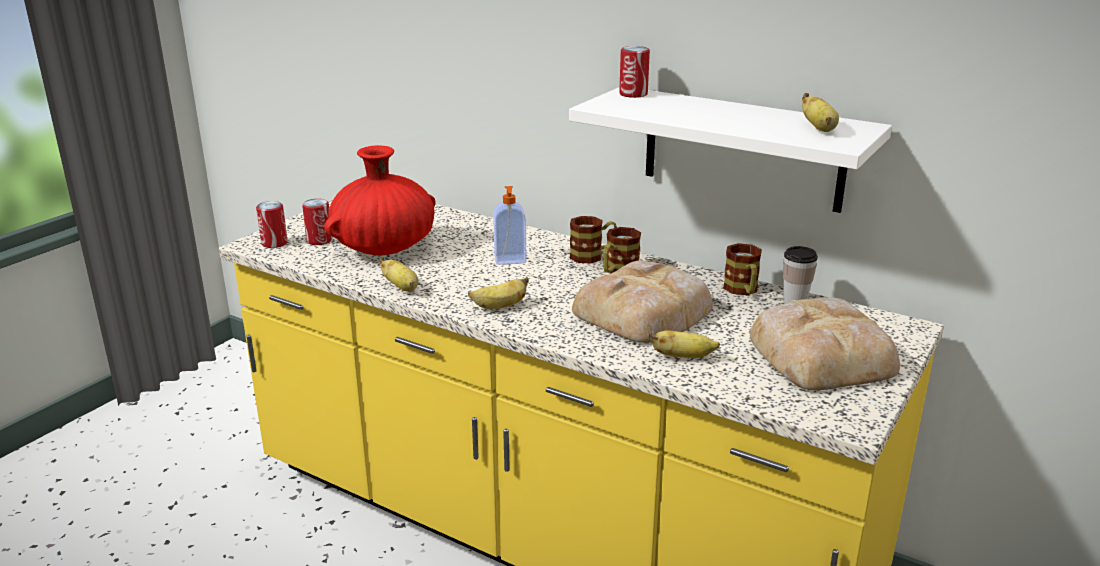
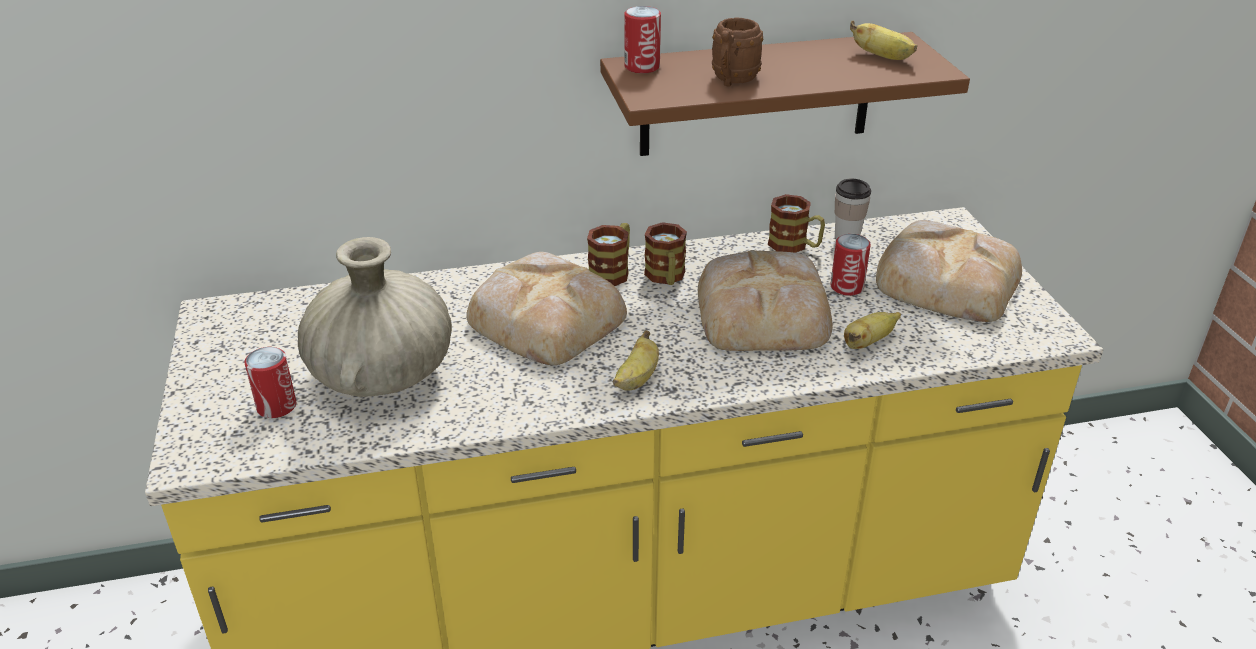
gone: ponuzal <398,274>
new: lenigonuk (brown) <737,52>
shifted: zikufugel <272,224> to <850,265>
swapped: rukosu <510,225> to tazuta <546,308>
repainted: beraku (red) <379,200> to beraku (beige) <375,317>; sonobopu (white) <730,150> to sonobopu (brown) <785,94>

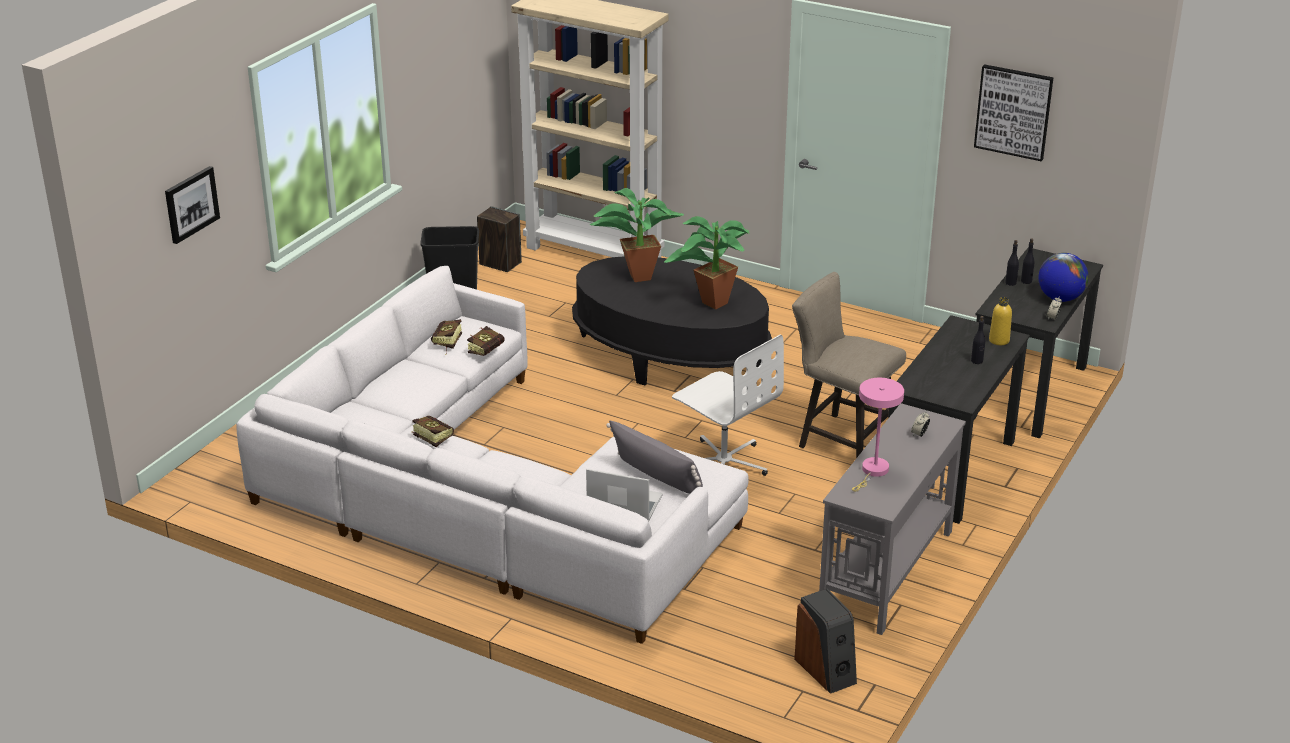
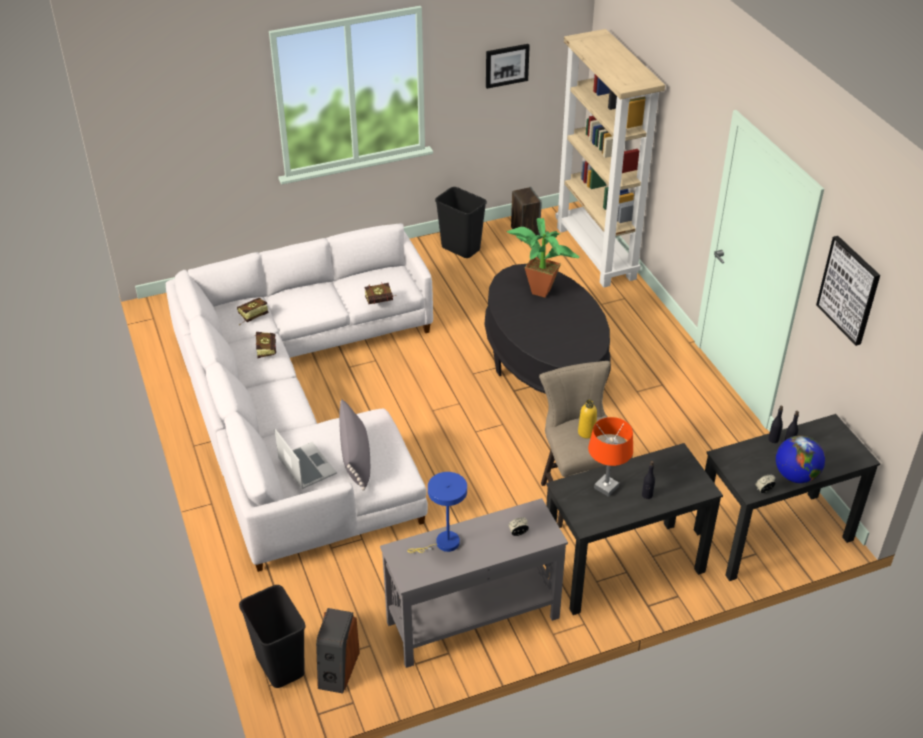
gone: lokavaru <707,263>; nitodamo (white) <728,405>
new: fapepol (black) <272,636>; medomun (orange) <610,457>
shifted: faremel <192,205> to <508,66>; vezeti <446,337> to <253,311>; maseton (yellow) <1000,321> to <587,419>
repainted: medomun (pink) <878,434> to medomun (blue) <437,512>

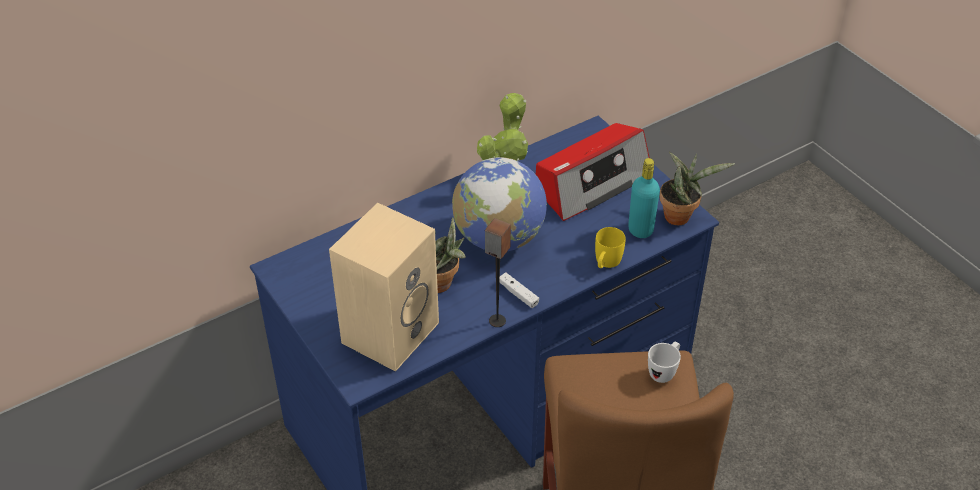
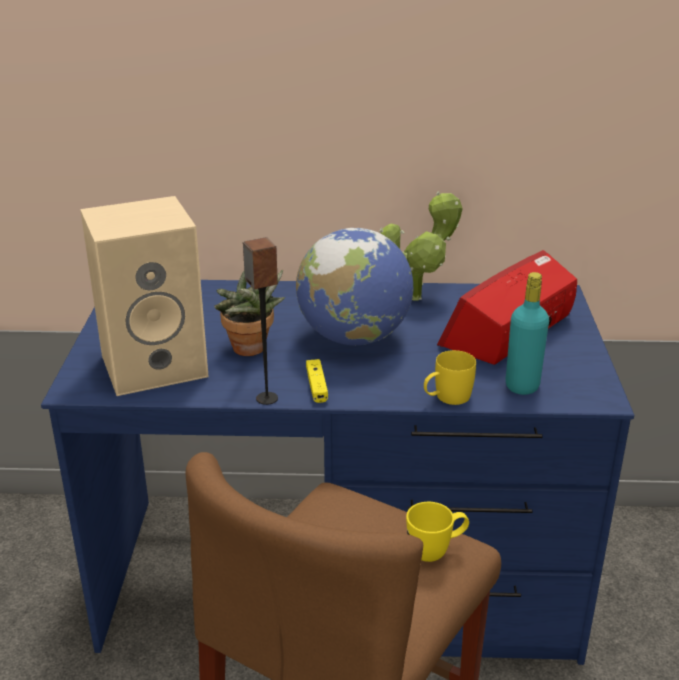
gone: lokavaru <697,188>
repainted: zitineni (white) <519,290> to zitineni (yellow) <317,381>; lenigonuk (white) <664,362> to lenigonuk (yellow) <437,532>
rotated: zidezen <593,172> = <507,307> 135 degrees clockwise

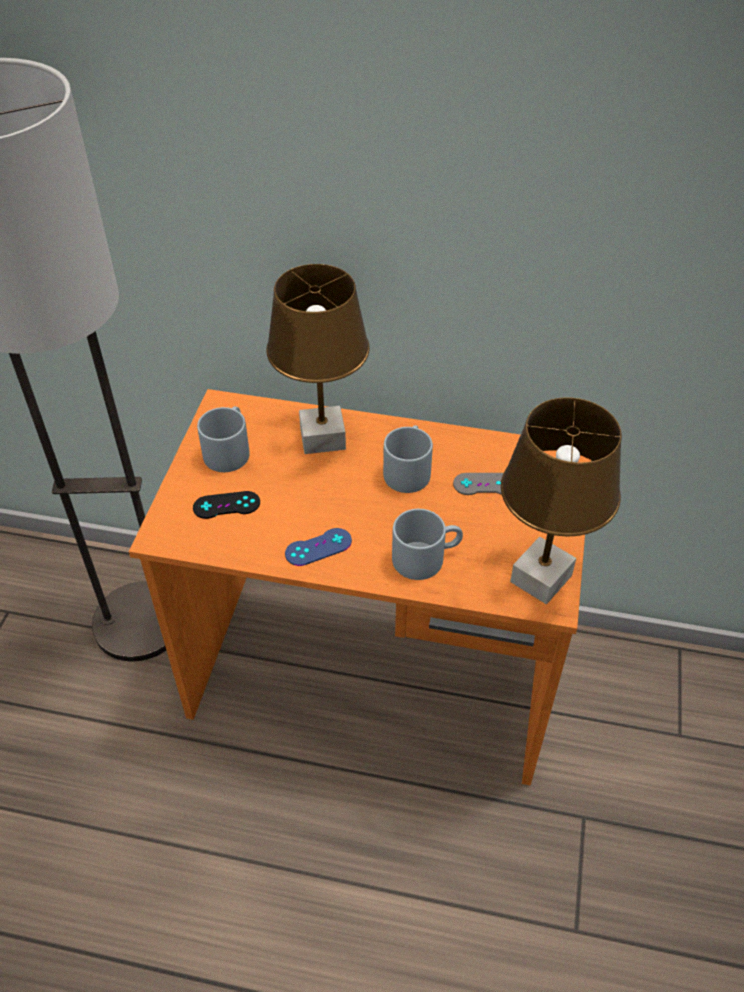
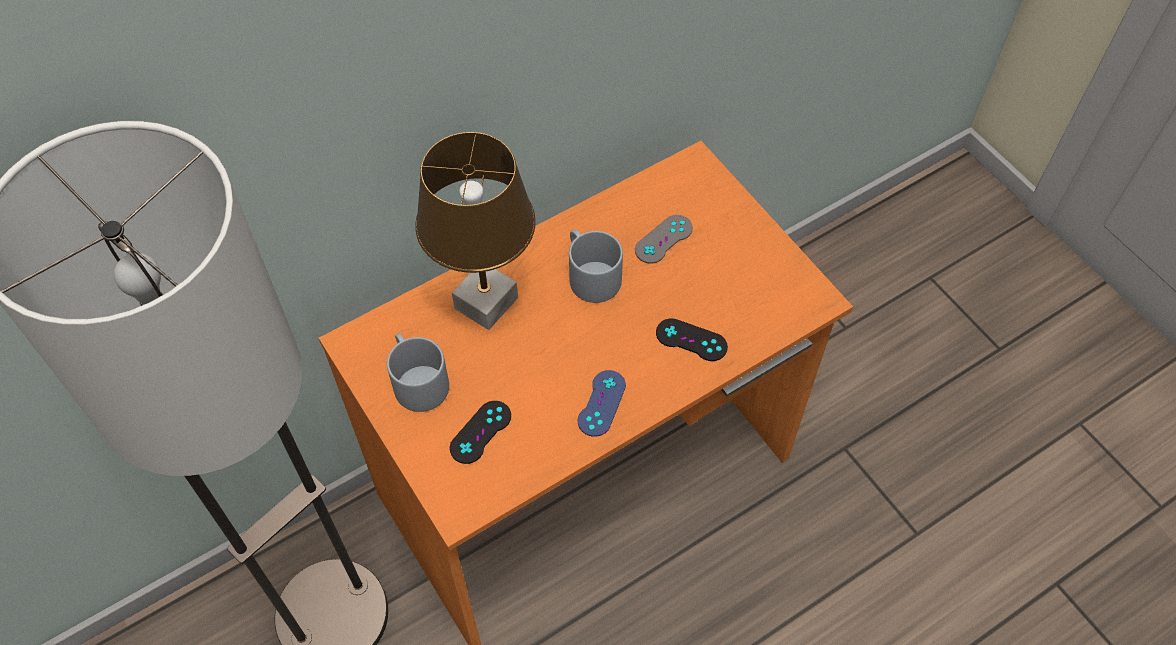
gone: medomun (brown) <561,500>
swapped: lenigonuk (grey) <427,544> to zitineni (black) <692,339>

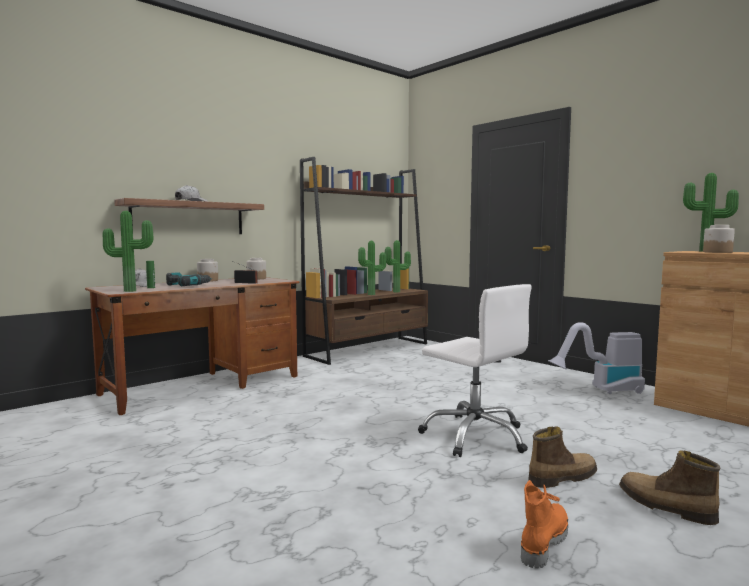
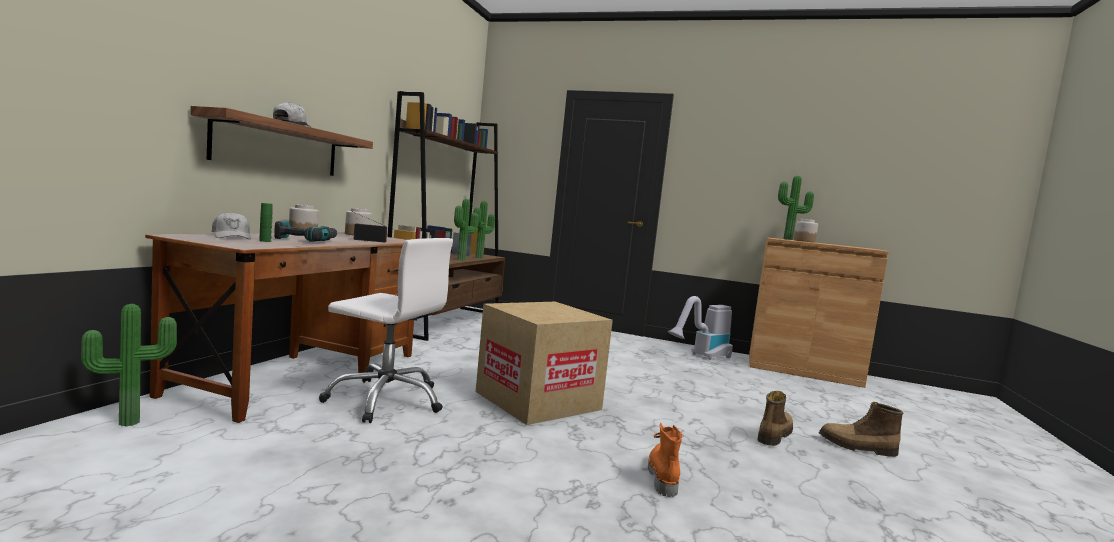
new: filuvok <544,363>
shifted: lokavaru <128,251> to <129,365>; nitodamo (white) <475,370> to <386,330>; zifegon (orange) <544,524> to <666,460>

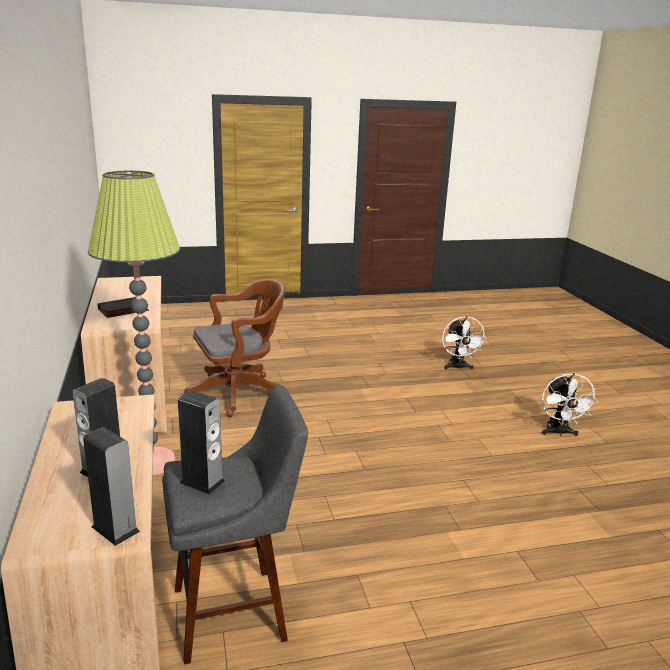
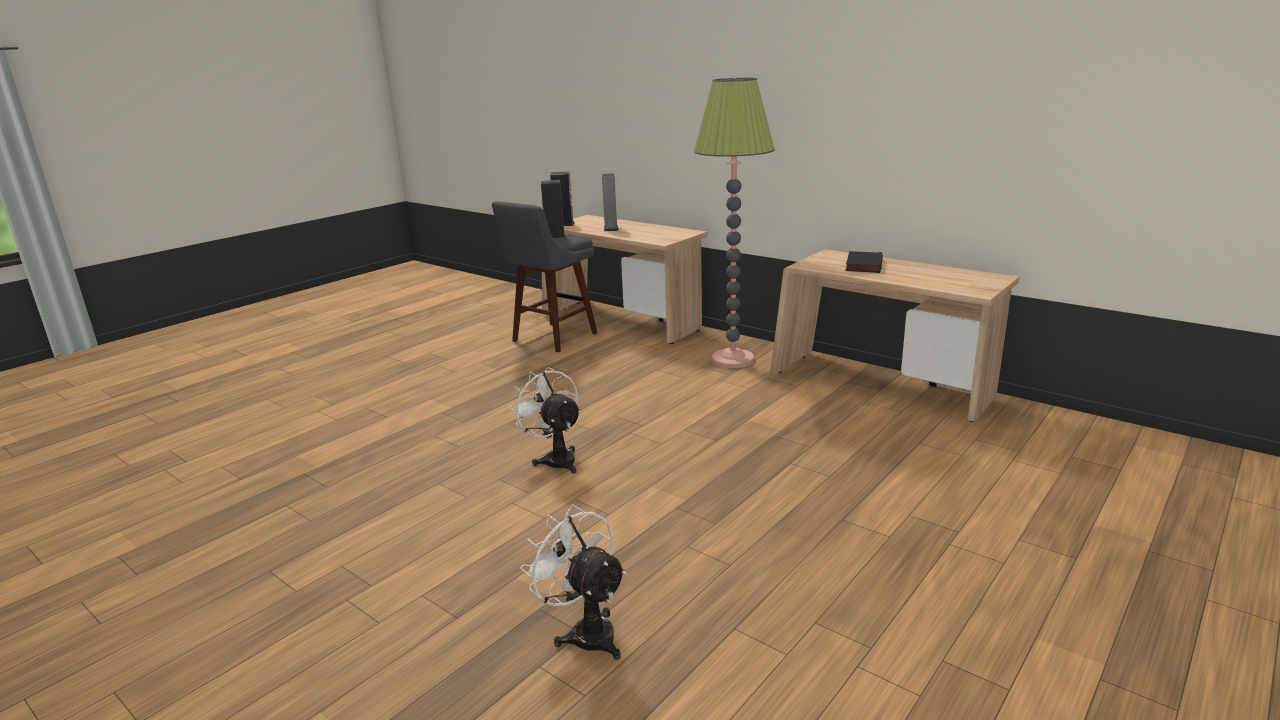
gone: nitodamo (brown) <234,348>
shifted: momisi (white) <570,405> to <545,420>

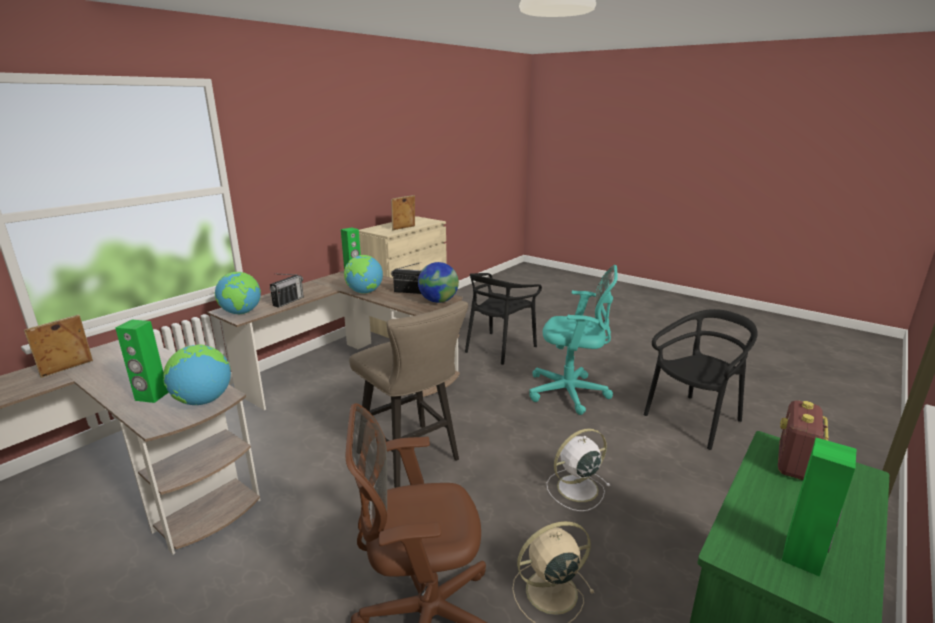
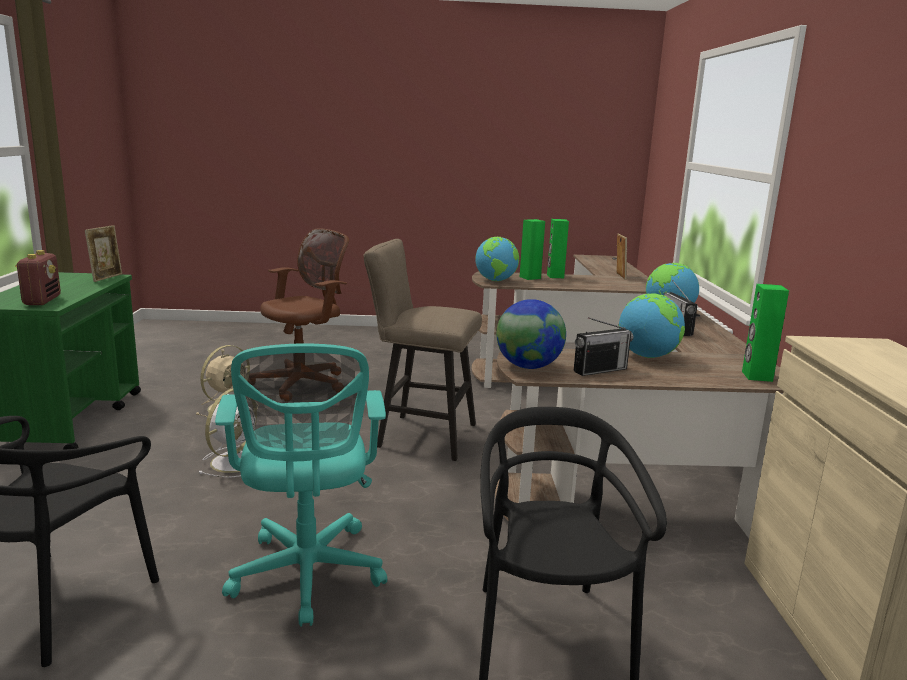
shifted: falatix <403,213> to <103,253>; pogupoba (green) <819,507> to <558,248>
rotated: nitodamo (turquoise) <573,340> = <301,485> 75 degrees counterclockwise

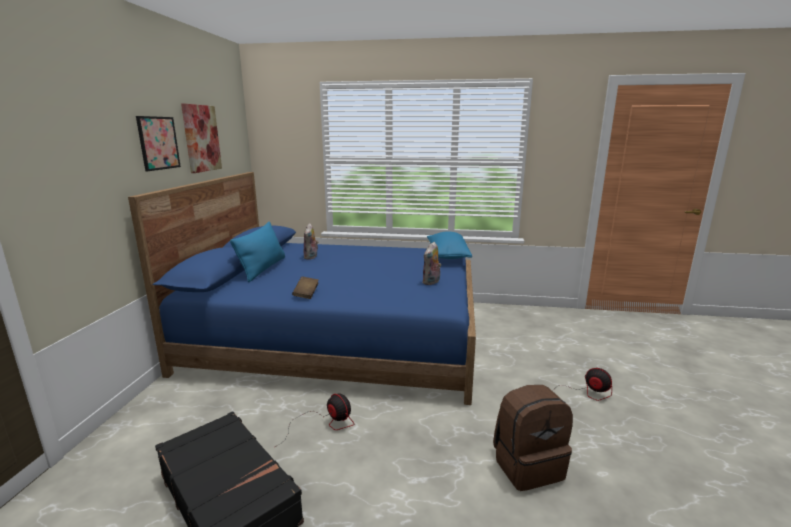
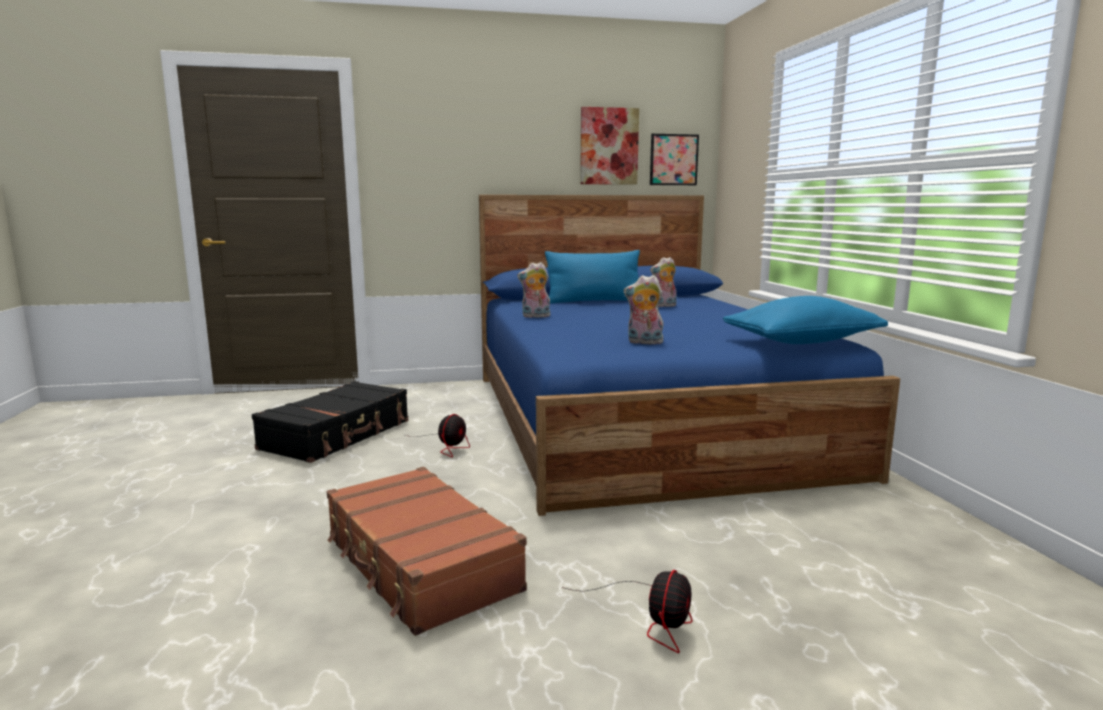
shifted: faremel <158,143> to <674,159>
swapped: vezeti (brown) <305,287> to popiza <533,290>; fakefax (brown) <533,438> to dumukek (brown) <427,551>

